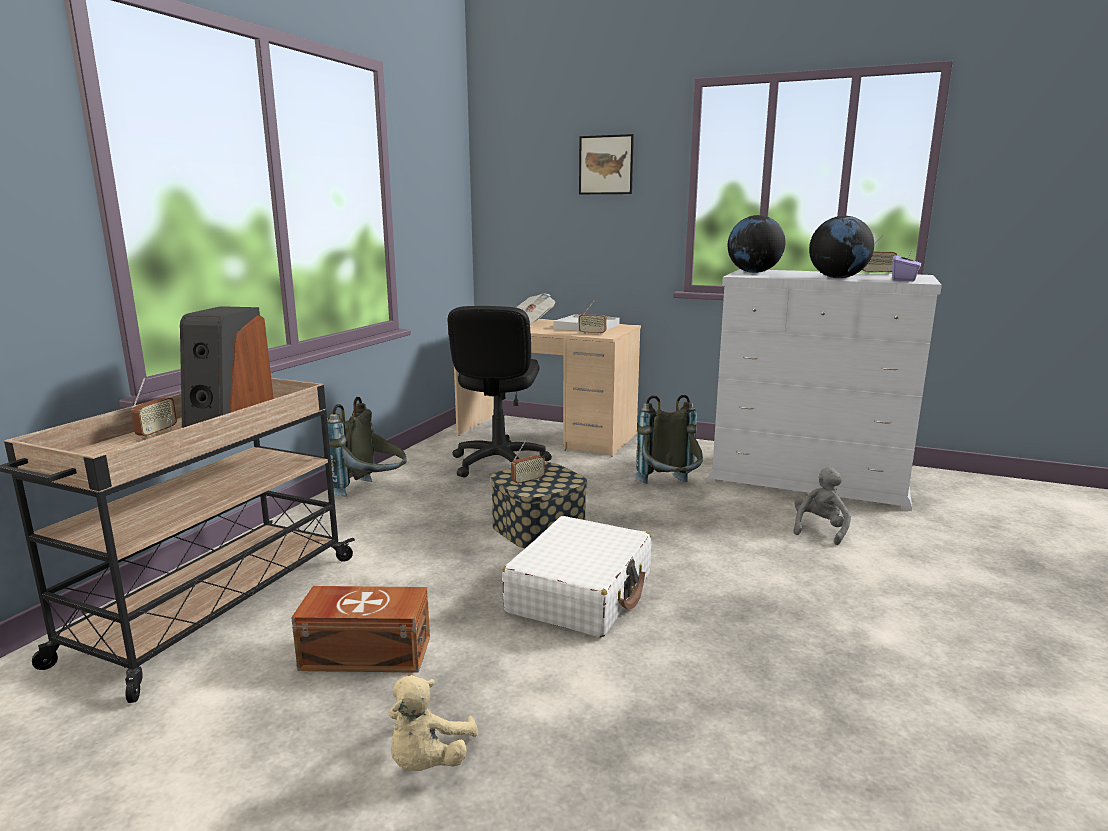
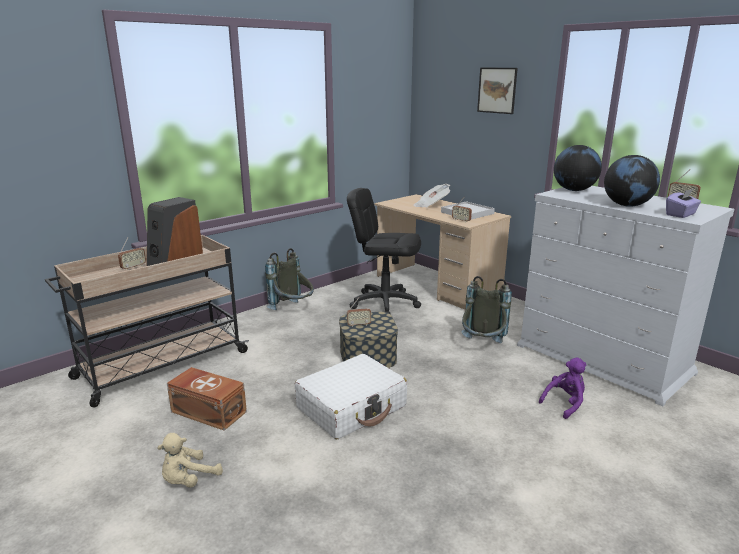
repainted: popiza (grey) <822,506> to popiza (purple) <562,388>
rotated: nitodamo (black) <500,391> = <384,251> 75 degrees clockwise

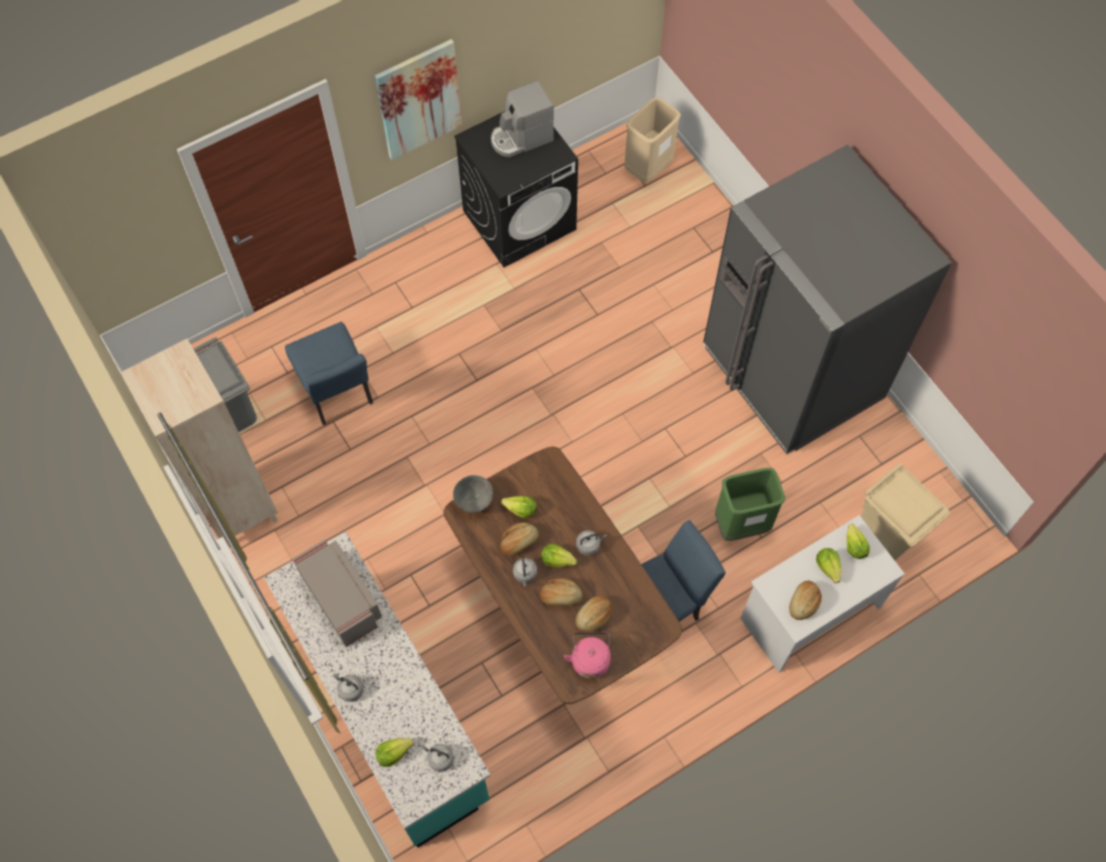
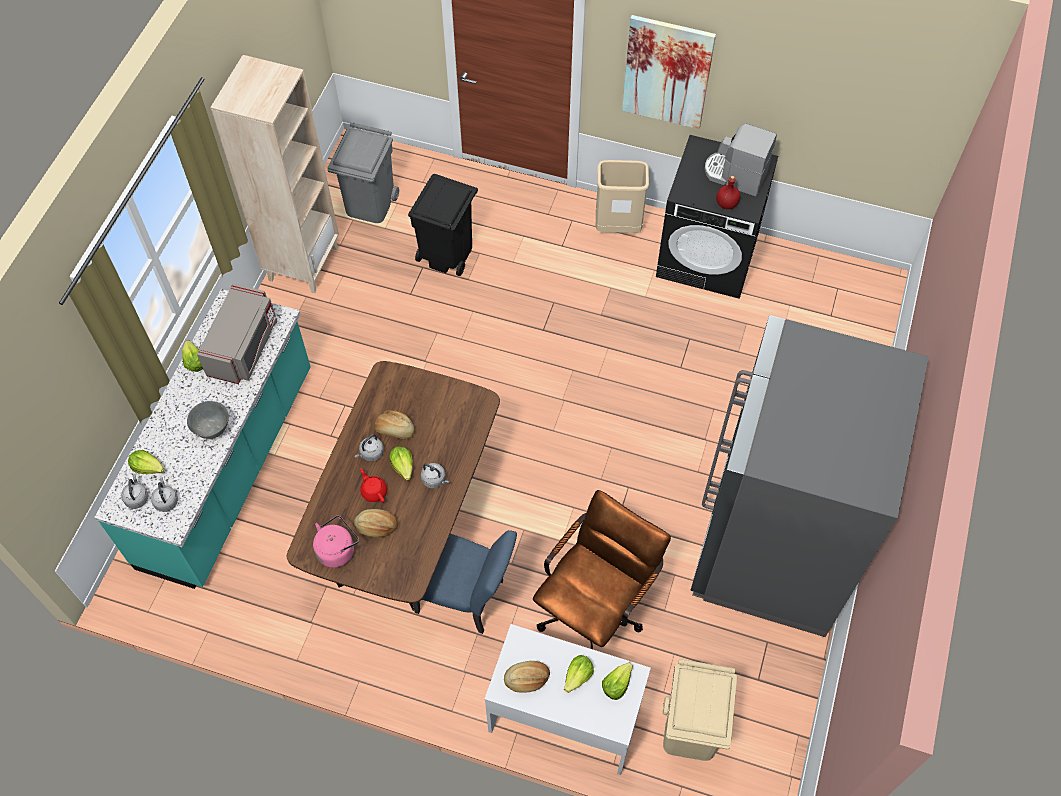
new: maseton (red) <728,193>
shifted: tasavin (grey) <348,688> to <135,491>; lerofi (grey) <473,494> to <208,420>; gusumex <519,507> to <192,356>; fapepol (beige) <652,140> to <622,196>
swapped: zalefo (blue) <329,373> to fapepol (black) <443,225>; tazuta <561,592> to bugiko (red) <373,485>; fapepol (green) <750,504> to nitodamo (brown) <602,569>

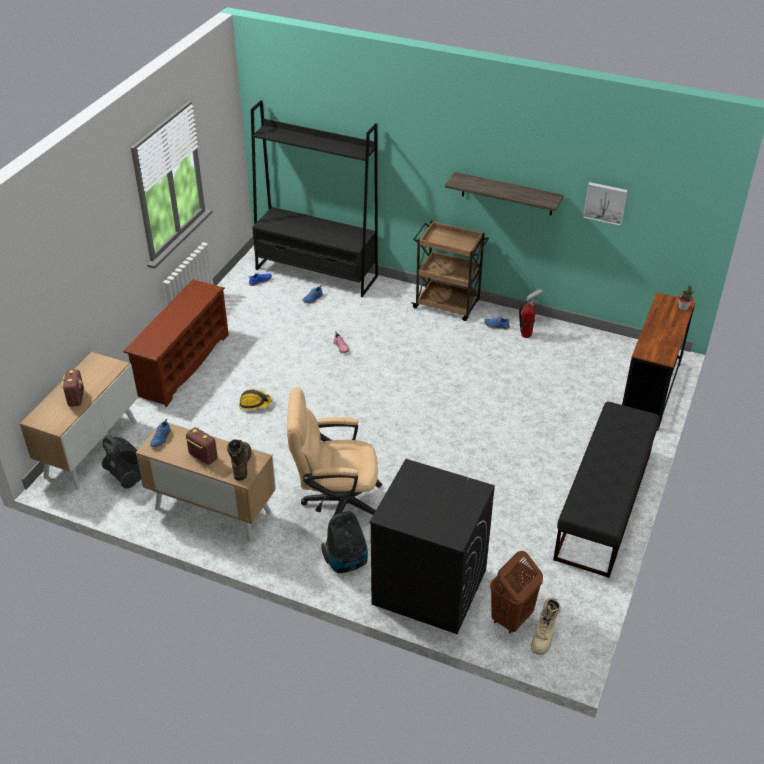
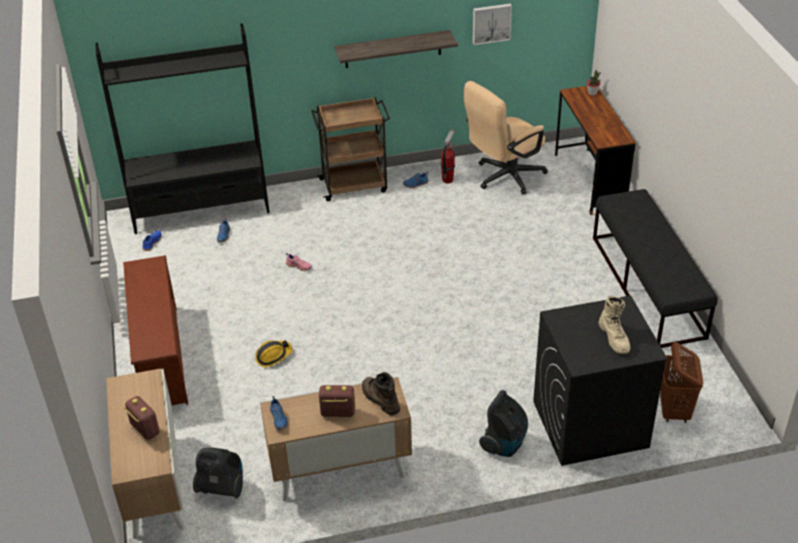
shifted: nitodamo (beige) <334,451> to <506,137>; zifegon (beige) <546,626> to <614,325>

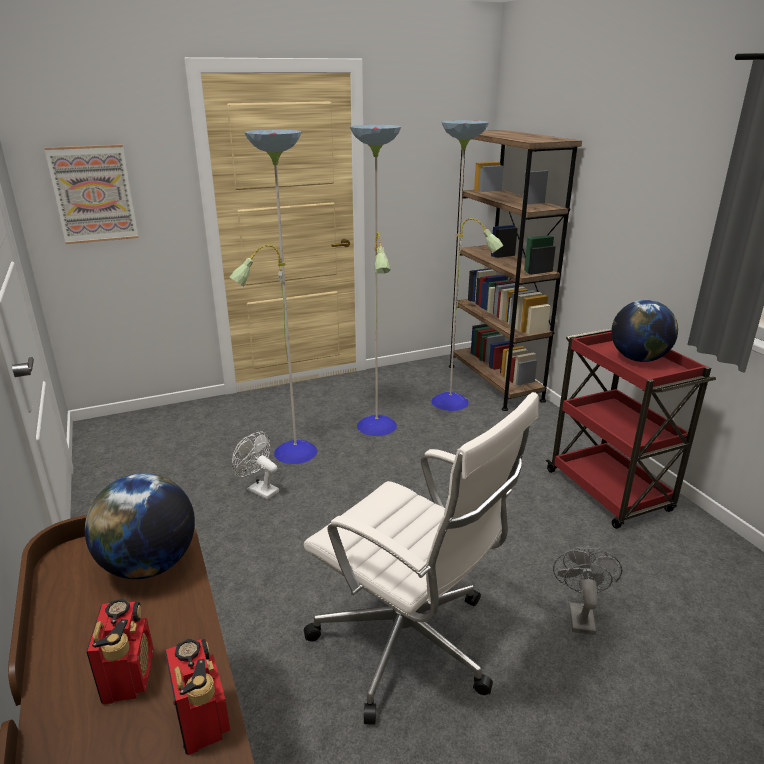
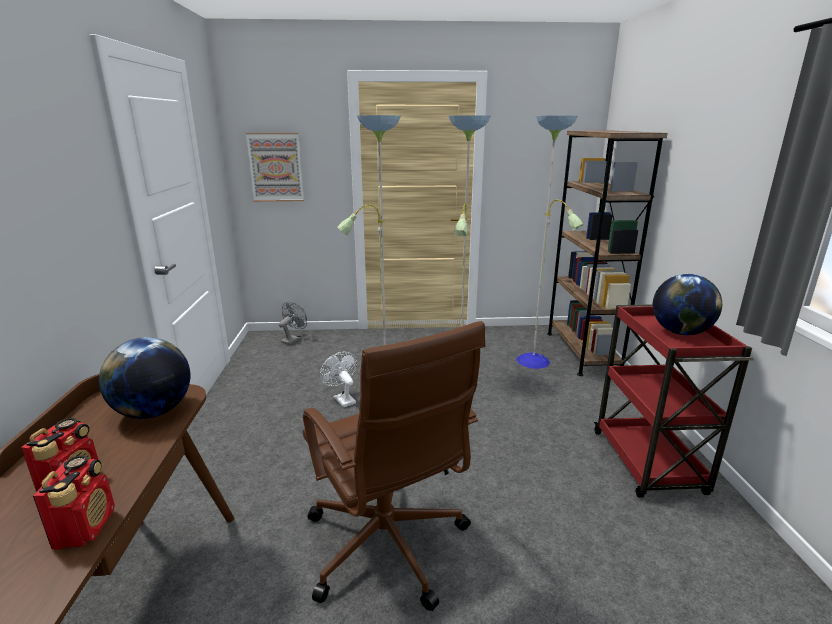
shifted: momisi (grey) <587,590> to <293,323>
repainted: nitodamo (white) <421,558> to nitodamo (brown) <394,466>

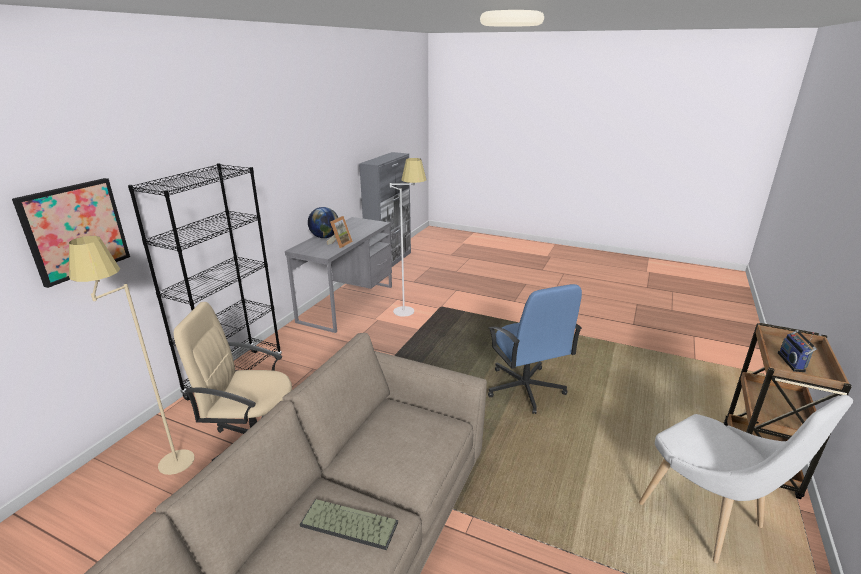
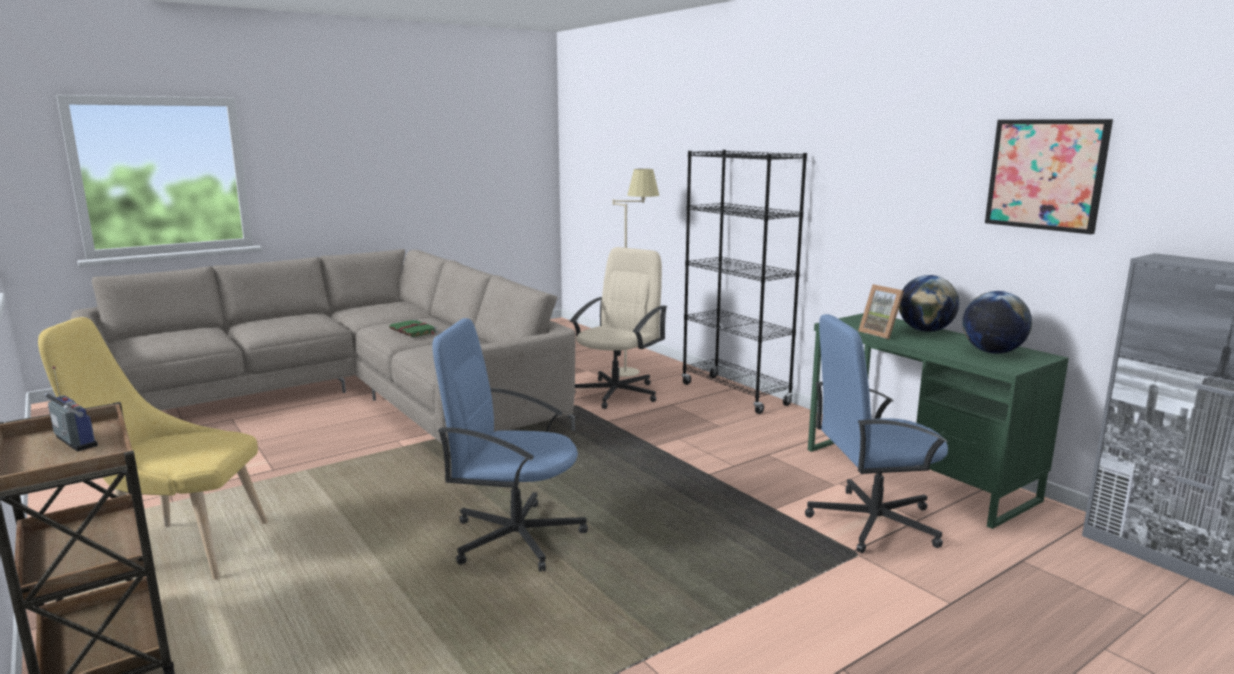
new: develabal <997,322>
shifted: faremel <71,233> to <1049,176>
swapped: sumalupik <349,524> to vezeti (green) <413,328>; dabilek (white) <408,237> to nitodamo (blue) <876,433>
repainted: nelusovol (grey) <338,275> to nelusovol (green) <938,421>; zalefo (white) <746,479> to zalefo (yellow) <153,448>

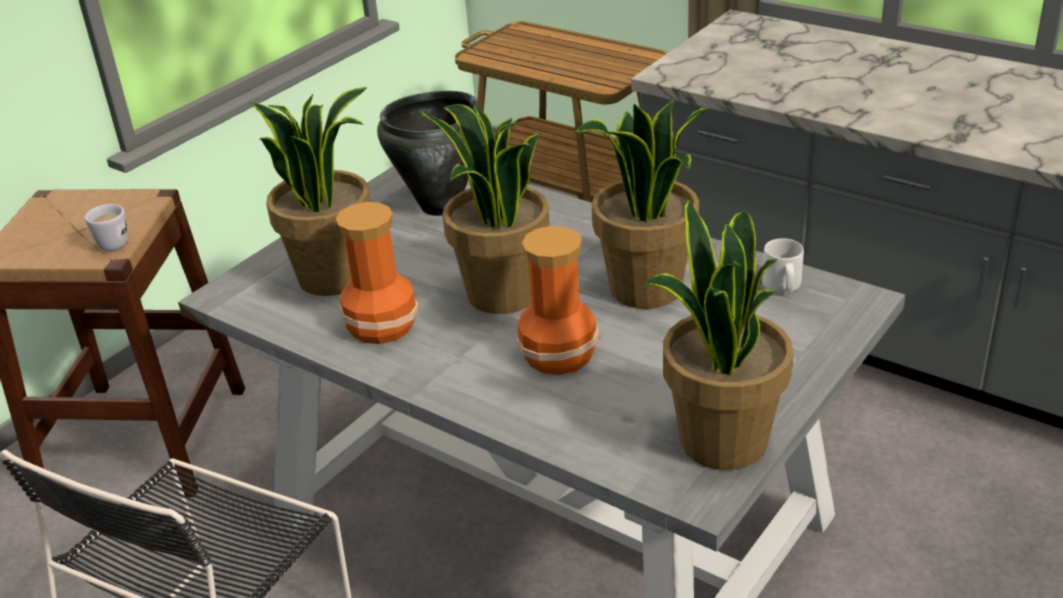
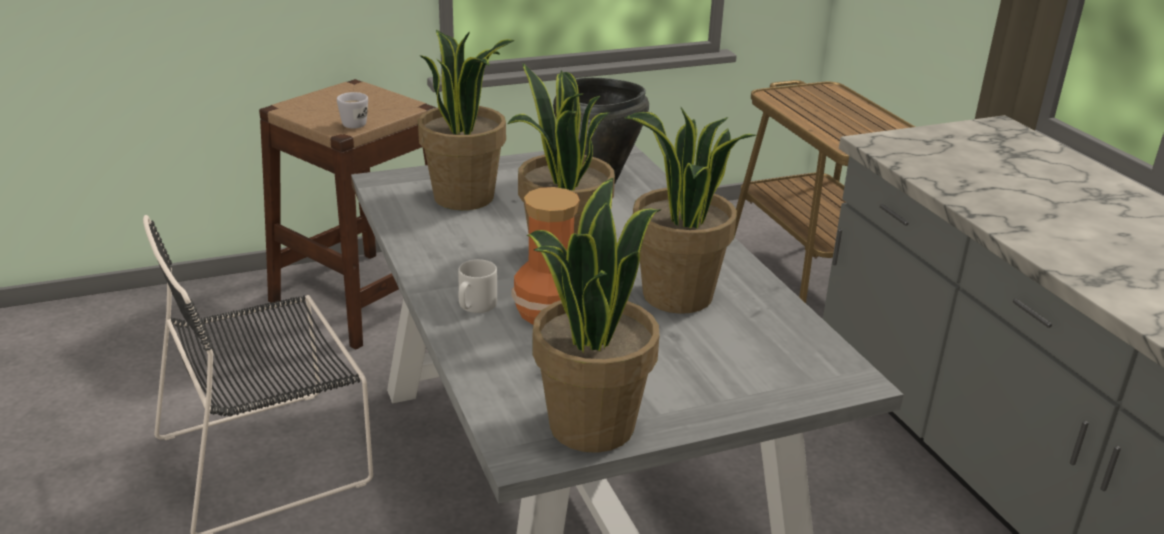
gone: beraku <377,273>
shifted: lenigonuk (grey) <783,265> to <477,286>

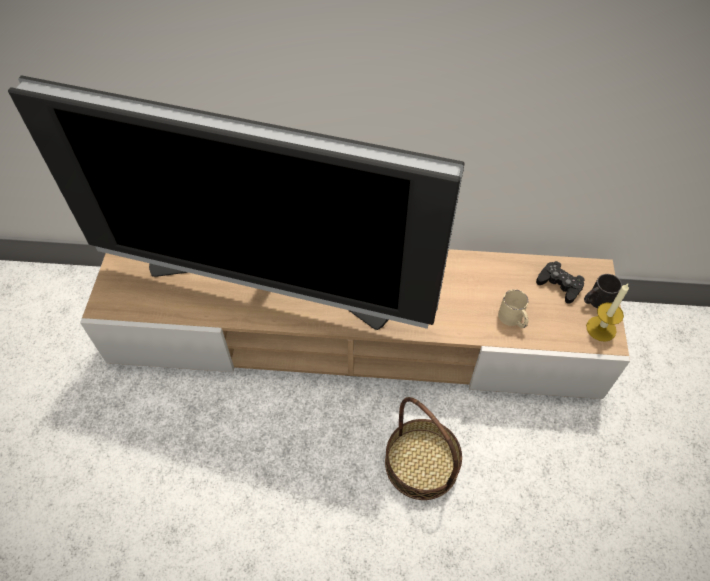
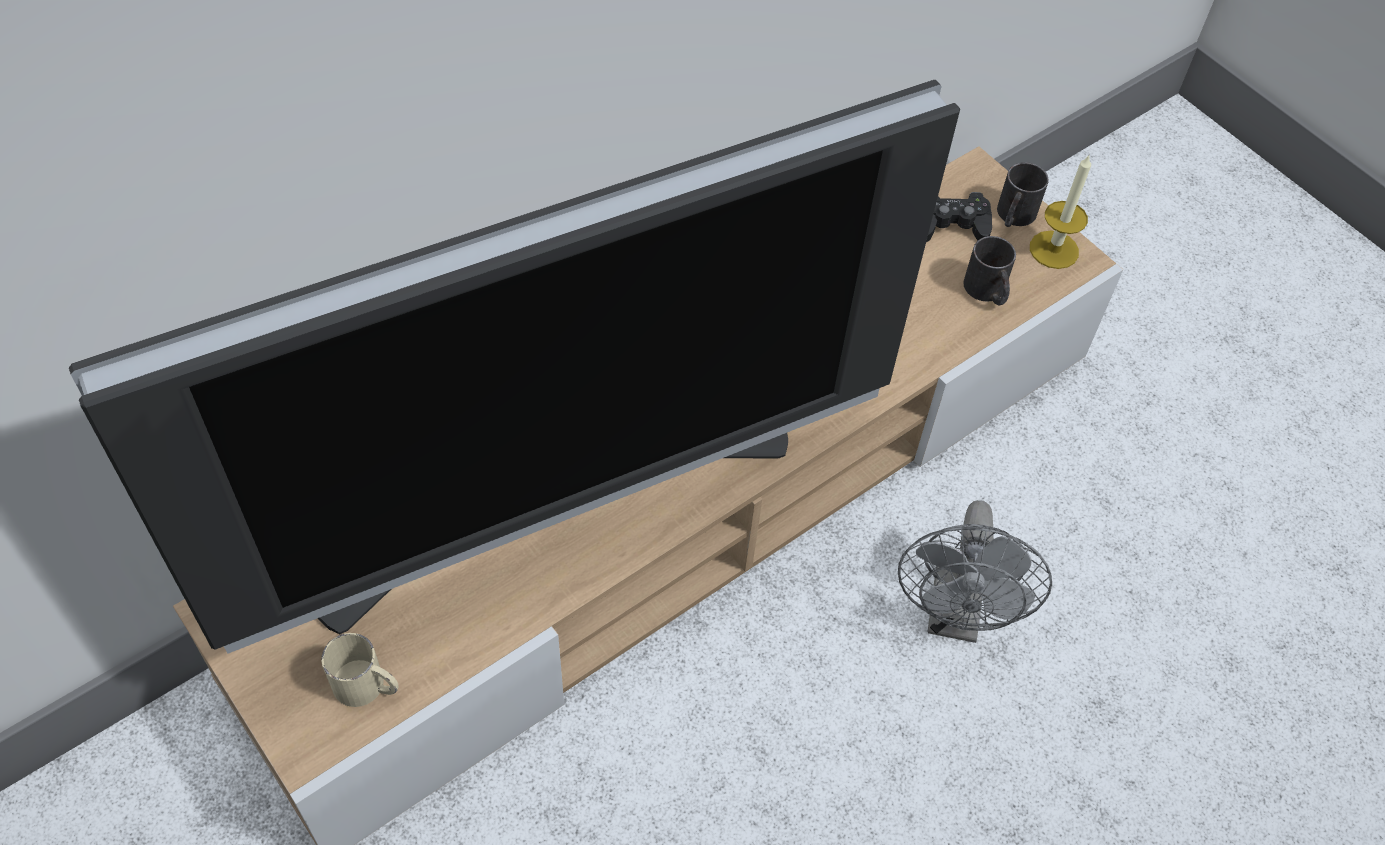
new: lenigonuk (black) <989,270>
shifted: lenigonuk (beige) <513,308> to <360,670>
swapped: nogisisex <423,448> to momisi (grey) <975,571>

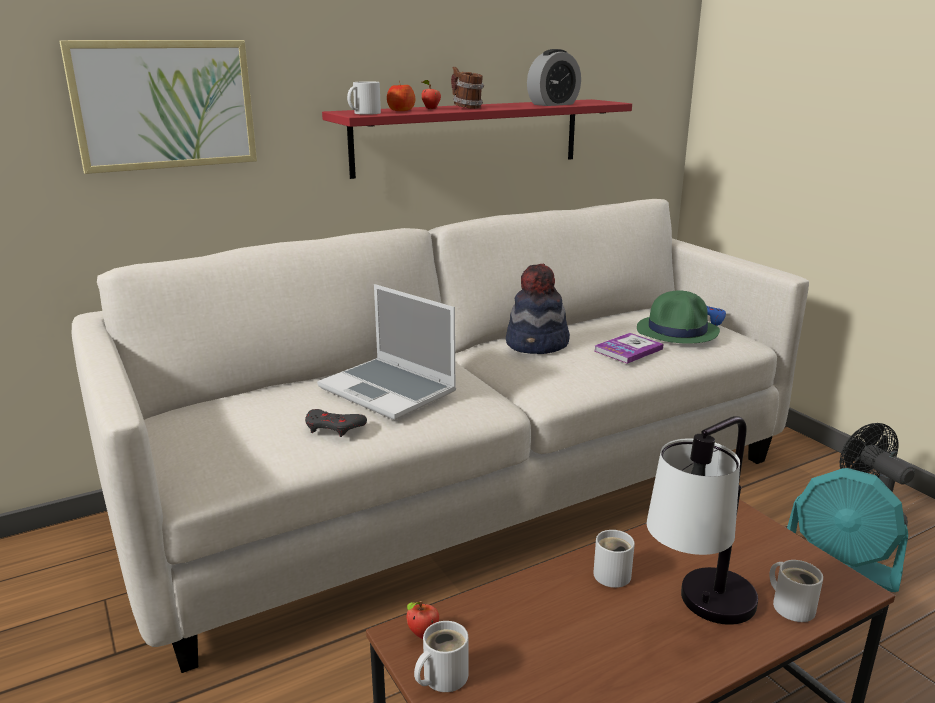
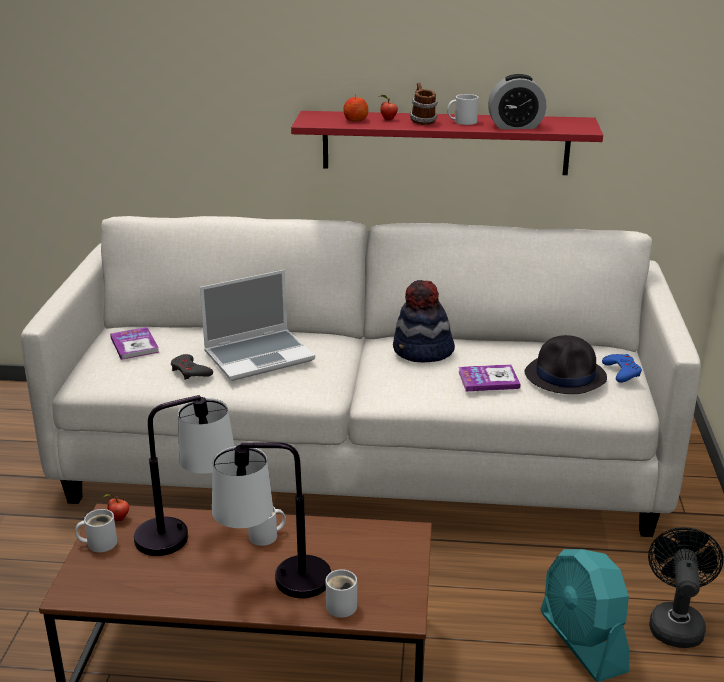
gone: faremel <158,107>
new: vezeti <134,343>; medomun <184,475>
shifted: lenigonuk (white) <364,98> to <463,109>
repainted: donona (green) <678,317> to donona (black) <566,364>
rotated: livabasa <386,352> = <257,325> 105 degrees counterclockwise

